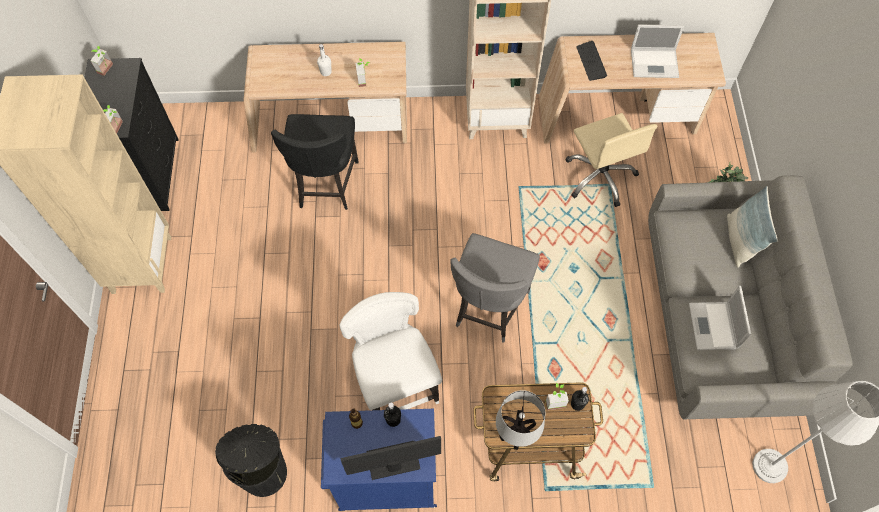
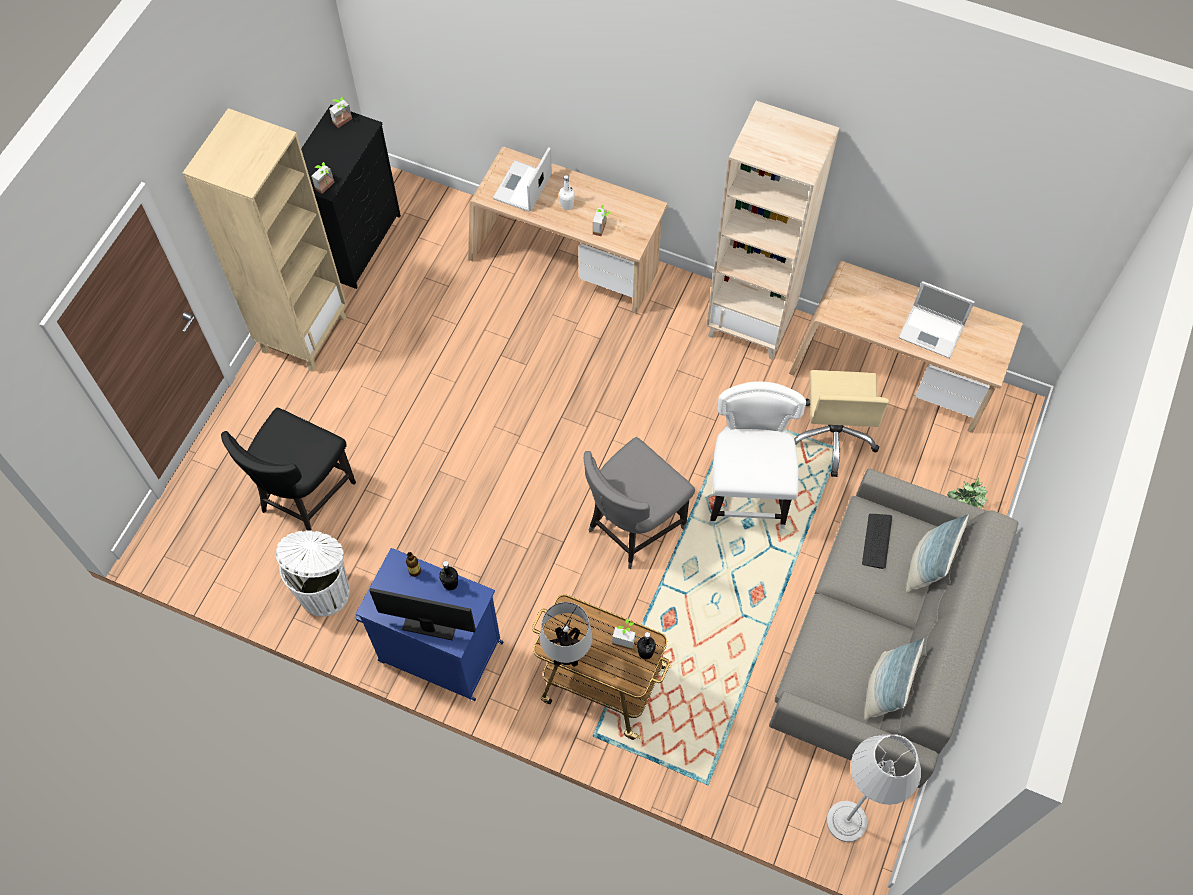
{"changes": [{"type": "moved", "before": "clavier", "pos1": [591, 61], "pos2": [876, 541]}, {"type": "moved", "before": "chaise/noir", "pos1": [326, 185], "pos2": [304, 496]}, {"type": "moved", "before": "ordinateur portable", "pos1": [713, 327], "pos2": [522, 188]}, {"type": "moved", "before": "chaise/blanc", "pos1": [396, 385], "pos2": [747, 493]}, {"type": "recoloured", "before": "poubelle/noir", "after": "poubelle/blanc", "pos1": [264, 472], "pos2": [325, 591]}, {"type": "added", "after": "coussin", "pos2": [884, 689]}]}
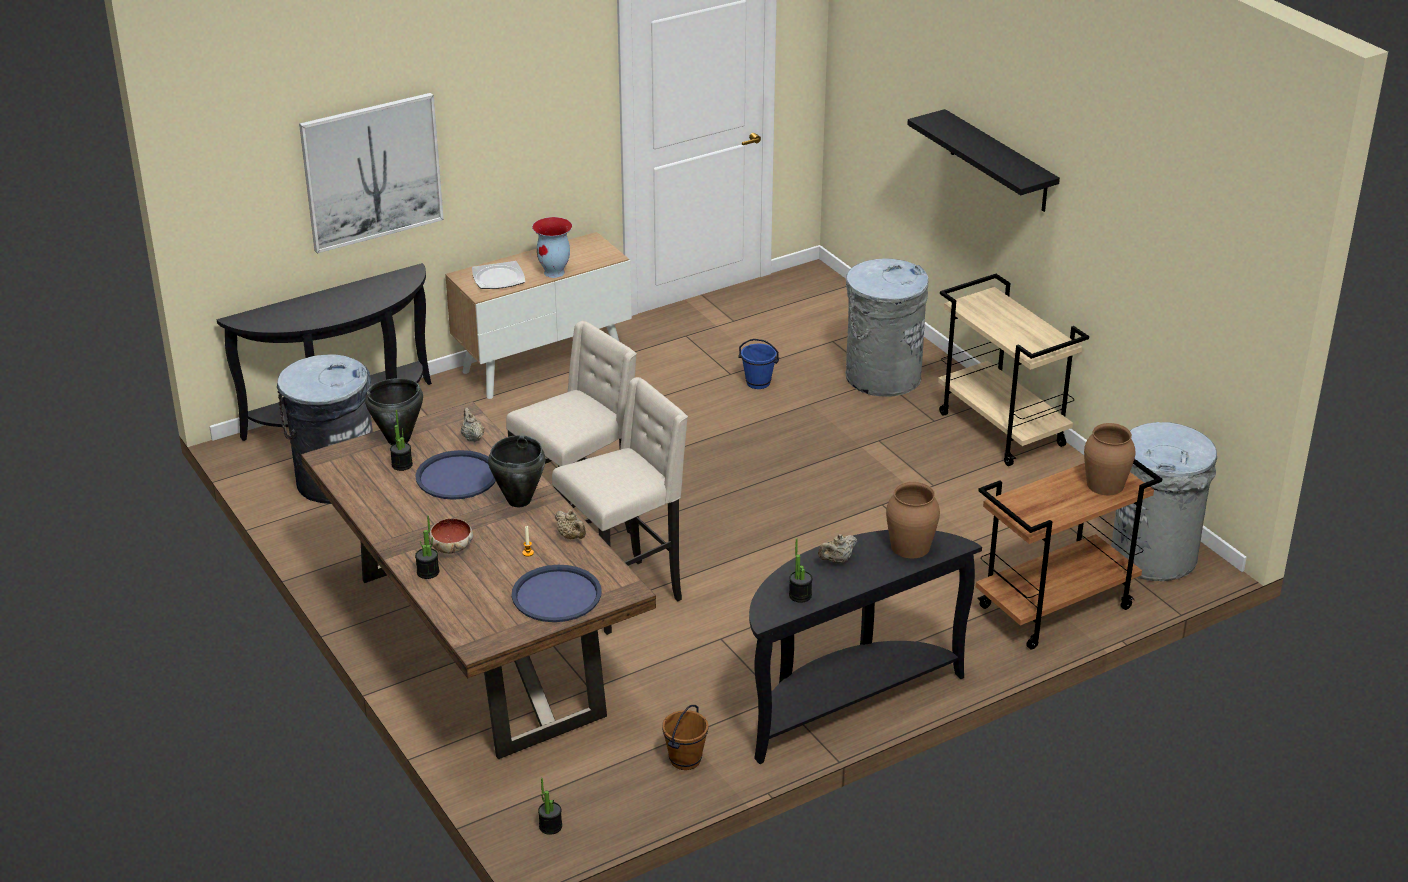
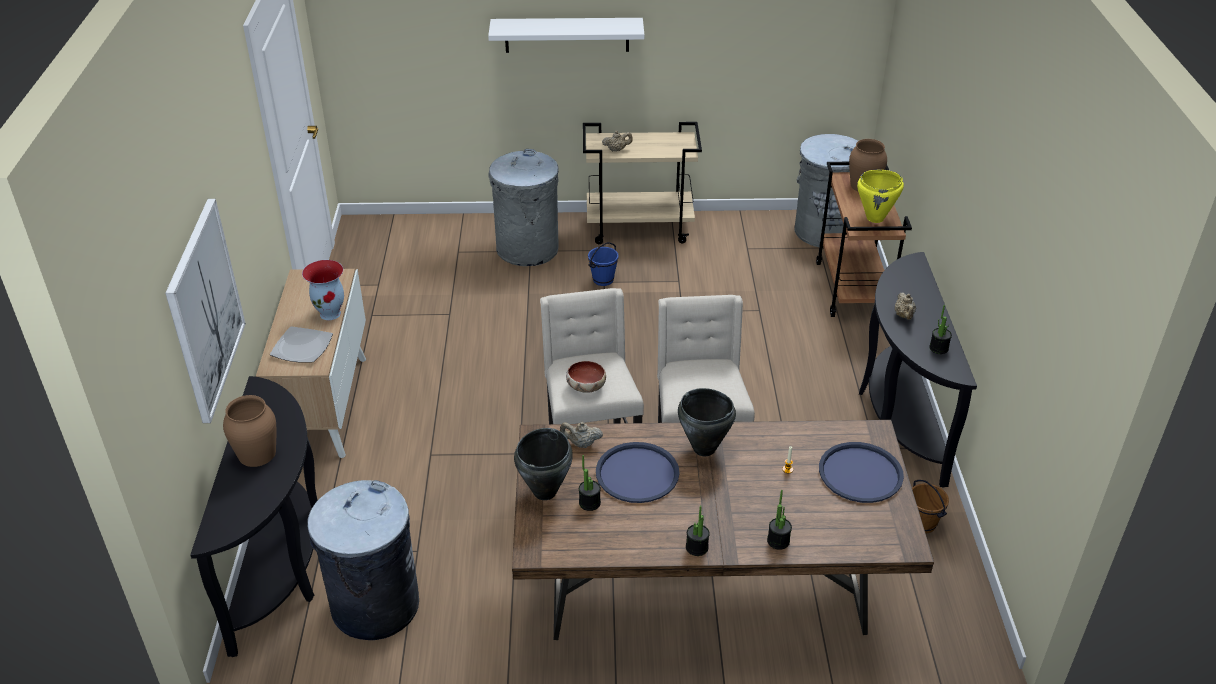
{"changes": [{"type": "recoloured", "before": "étagère/noir", "after": "étagère/blanc", "pos1": [998, 162], "pos2": [567, 35]}, {"type": "moved", "before": "seau/bleu", "pos1": [758, 382], "pos2": [603, 280]}, {"type": "moved", "before": "vase/marron", "pos1": [910, 546], "pos2": [256, 453]}, {"type": "moved", "before": "théière/beige", "pos1": [571, 537], "pos2": [617, 150]}, {"type": "moved", "before": "bol", "pos1": [451, 547], "pos2": [585, 386]}, {"type": "moved", "before": "plante en pot", "pos1": [550, 826], "pos2": [697, 547]}, {"type": "added", "after": "marmite/jaune", "pos2": [875, 218]}]}
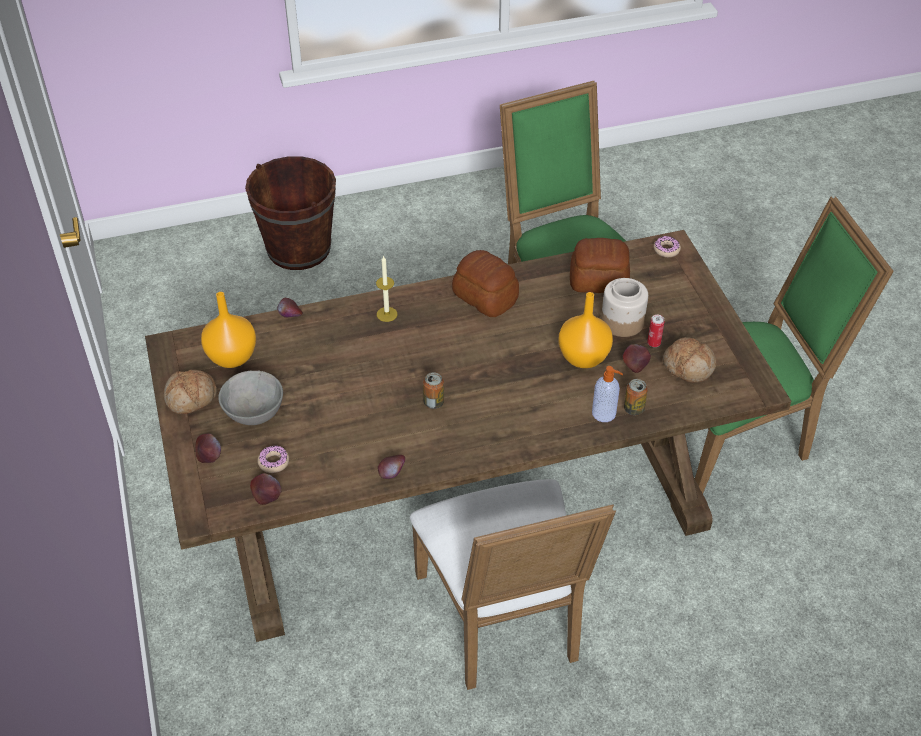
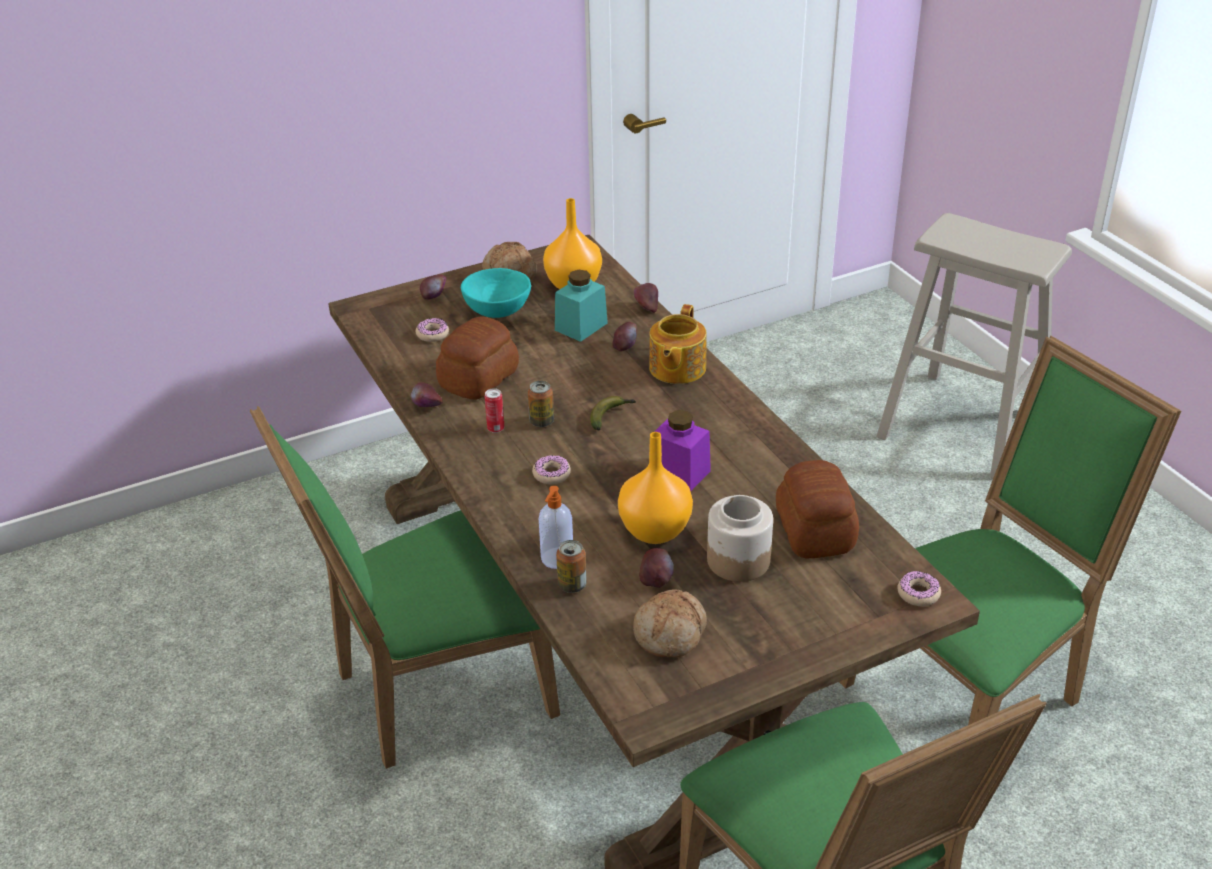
{"changes": [{"type": "replaced", "before": "seau/marron", "after": "tabouret/beige", "pos1": [299, 249], "pos2": [964, 424]}, {"type": "moved", "before": "pain", "pos1": [485, 296], "pos2": [480, 378]}, {"type": "replaced", "before": "bougie", "after": "théière", "pos1": [387, 314], "pos2": [676, 368]}, {"type": "moved", "before": "boîte métallique", "pos1": [653, 343], "pos2": [495, 428]}, {"type": "recoloured", "before": "bol/gris", "after": "bol/turquoise", "pos1": [253, 413], "pos2": [497, 311]}, {"type": "moved", "before": "pomme", "pos1": [267, 496], "pos2": [624, 348]}, {"type": "recoloured", "before": "chaise/blanc", "after": "chaise/vert", "pos1": [504, 623], "pos2": [432, 693]}, {"type": "added", "after": "bocal/turquoise", "pos2": [581, 326]}, {"type": "added", "after": "banane", "pos2": [611, 416]}, {"type": "added", "after": "bocal/violet", "pos2": [679, 473]}, {"type": "added", "after": "beignet", "pos2": [551, 474]}]}
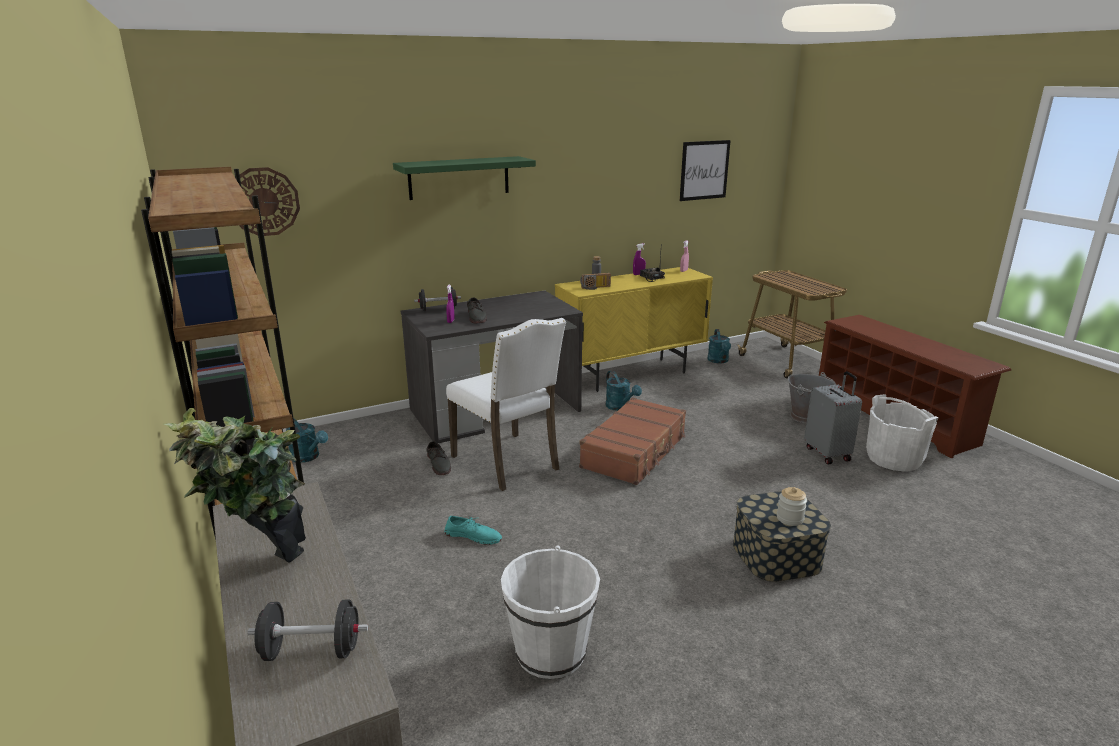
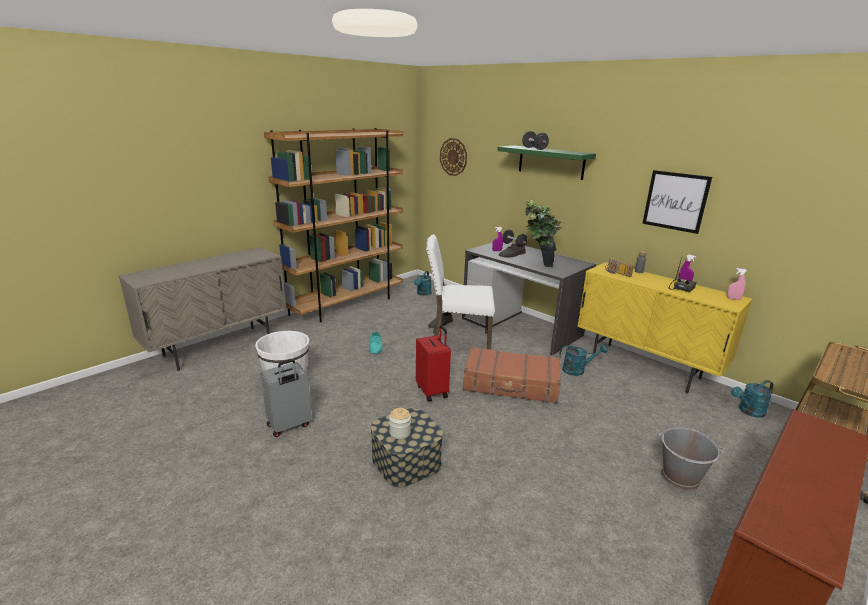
{"changes": [{"type": "moved", "before": "tableau", "pos1": [704, 170], "pos2": [675, 201]}, {"type": "turned", "before": "chaise/blanc", "pos1": [508, 462], "pos2": [458, 342], "turn": 60}, {"type": "turned", "before": "arrosoir/turquoise", "pos1": [620, 407], "pos2": [577, 370], "turn": -135}, {"type": "moved", "before": "valise/gris", "pos1": [828, 453], "pos2": [289, 426]}, {"type": "removed", "before": "seau/blanc", "pos1": [894, 458]}, {"type": "moved", "before": "plante en pot", "pos1": [266, 572], "pos2": [537, 265]}, {"type": "moved", "before": "haltère/noir", "pos1": [312, 651], "pos2": [534, 148]}, {"type": "added", "after": "valise/rouge", "pos2": [433, 391]}]}
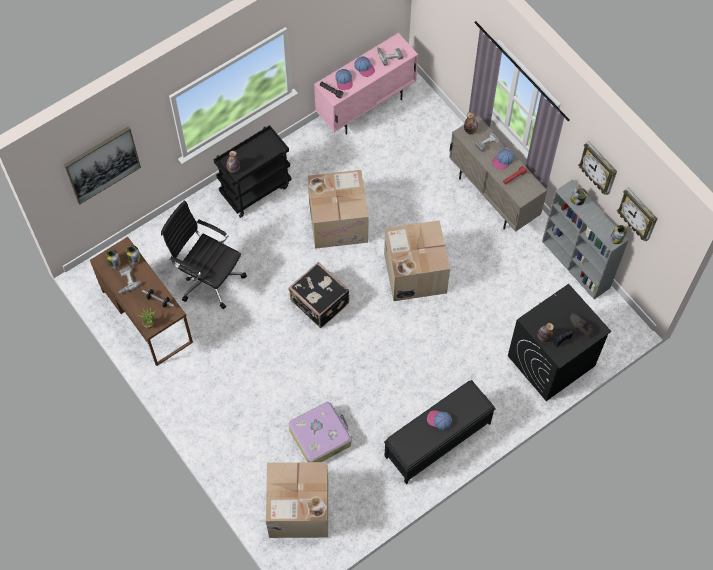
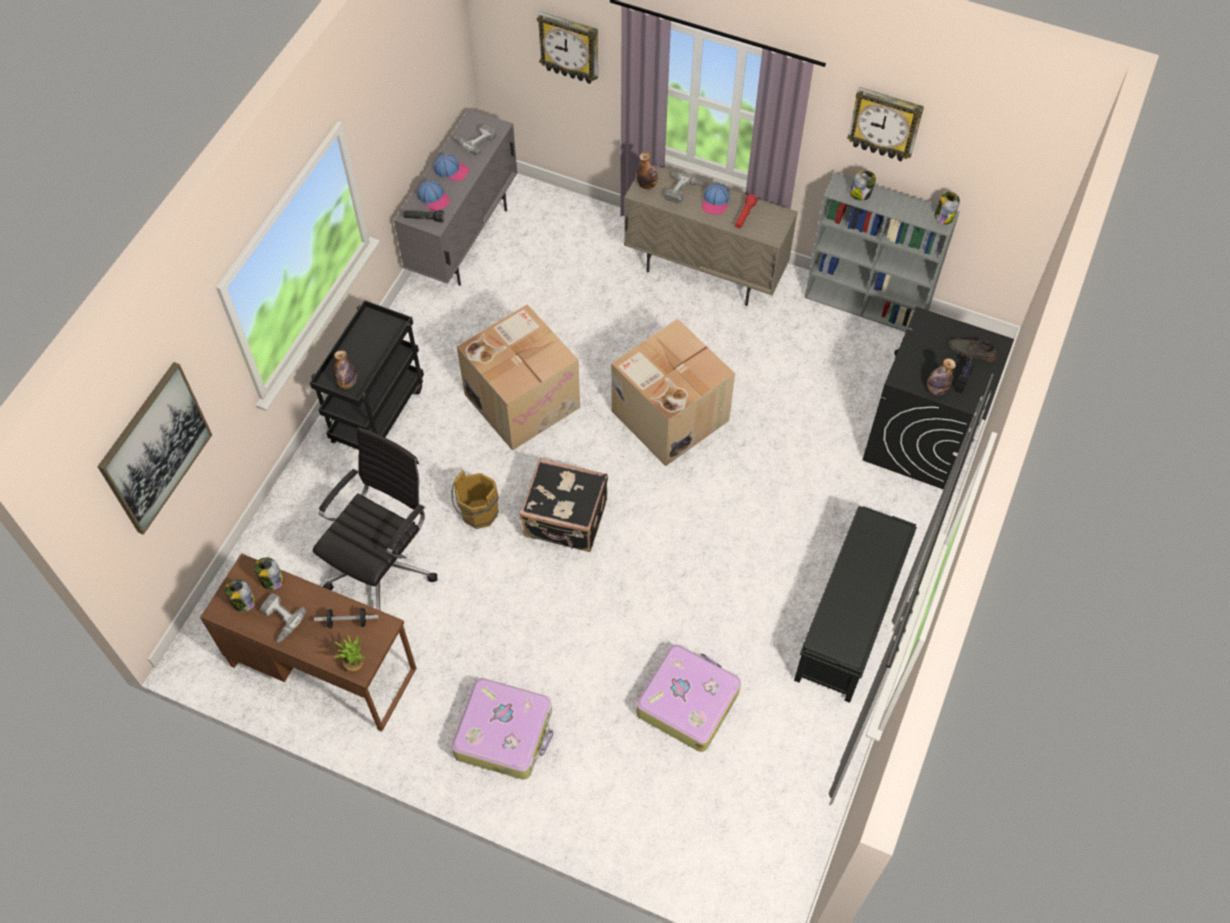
{"changes": [{"type": "recoloured", "before": "meuble de rangement/rose", "after": "meuble de rangement/gris", "pos1": [366, 107], "pos2": [464, 240]}, {"type": "moved", "before": "horloge murale", "pos1": [638, 214], "pos2": [569, 47]}, {"type": "turned", "before": "chaise de bureau/noir", "pos1": [208, 278], "pos2": [384, 565], "turn": 120}, {"type": "removed", "before": "casquette", "pos1": [439, 420]}, {"type": "removed", "before": "carton", "pos1": [298, 510]}, {"type": "added", "after": "seau/marron", "pos2": [478, 515]}, {"type": "added", "after": "valise", "pos2": [505, 733]}]}
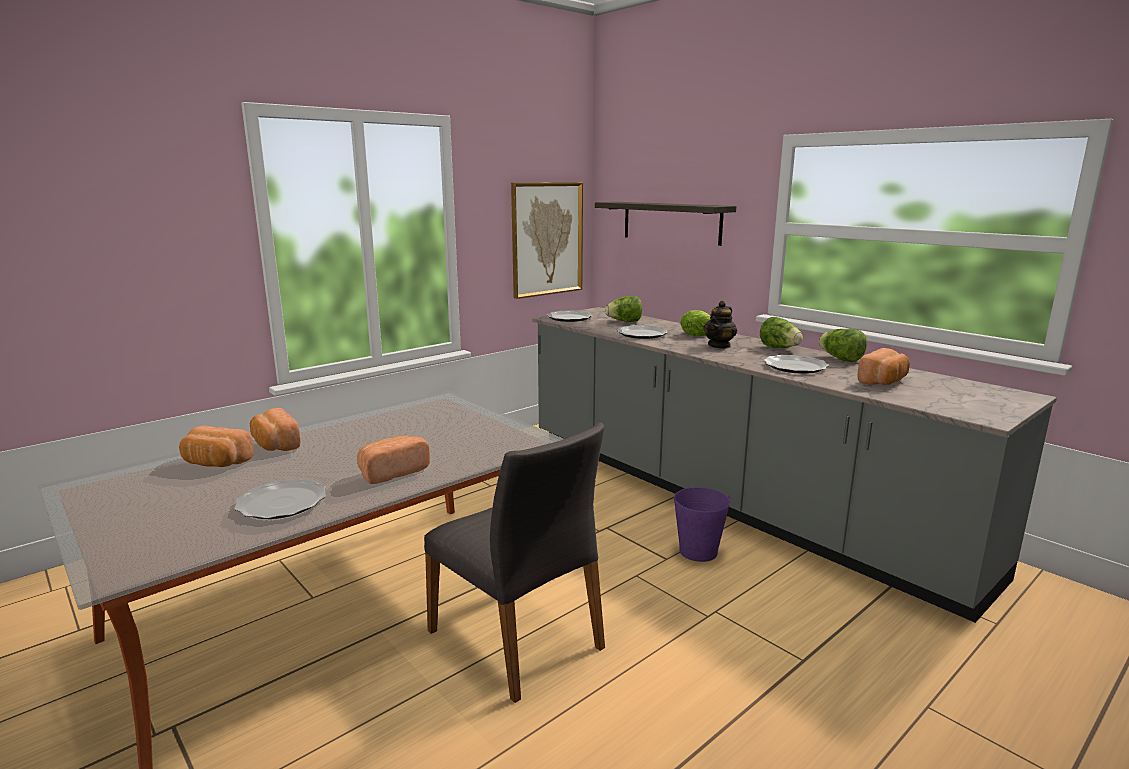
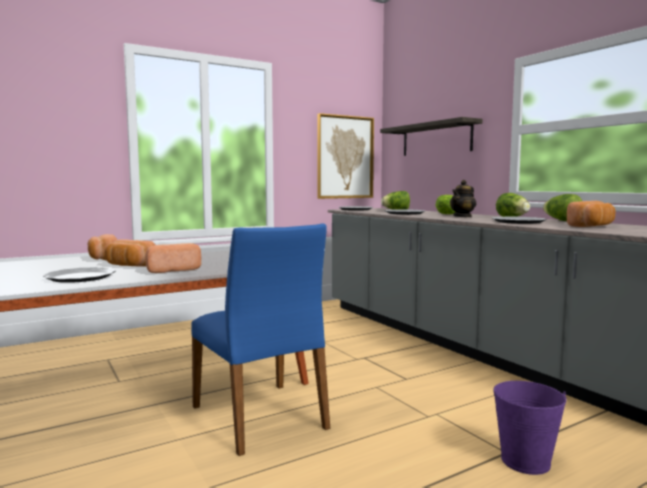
{"changes": [{"type": "recoloured", "before": "chaise/gris", "after": "chaise/bleu", "pos1": [518, 639], "pos2": [261, 417]}, {"type": "moved", "before": "pain", "pos1": [216, 463], "pos2": [129, 266]}, {"type": "moved", "before": "seau/violet", "pos1": [698, 551], "pos2": [525, 461]}]}
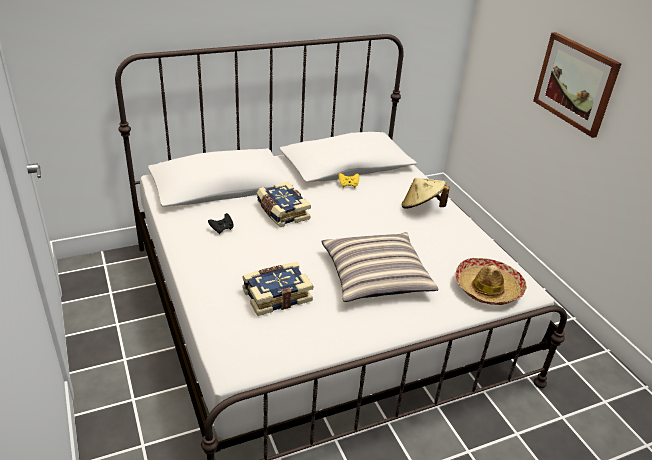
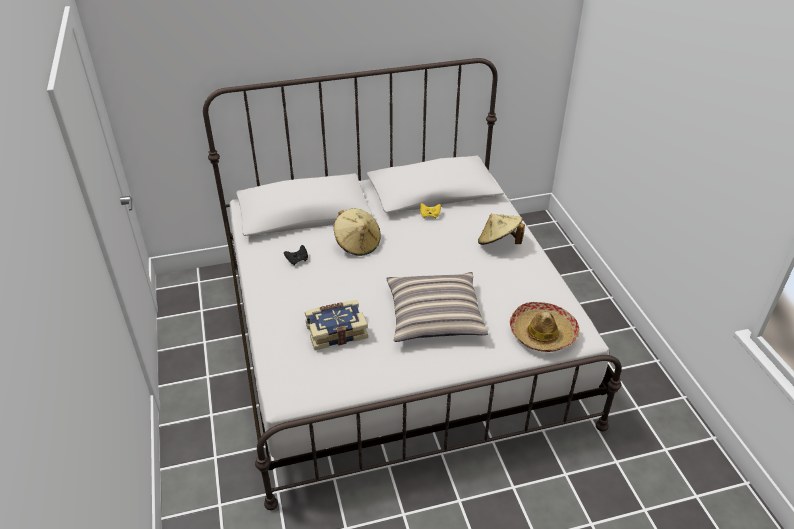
{"changes": [{"type": "removed", "before": "tableau", "pos1": [575, 83]}, {"type": "replaced", "before": "livre", "after": "chapeau/beige", "pos1": [282, 212], "pos2": [357, 244]}]}
